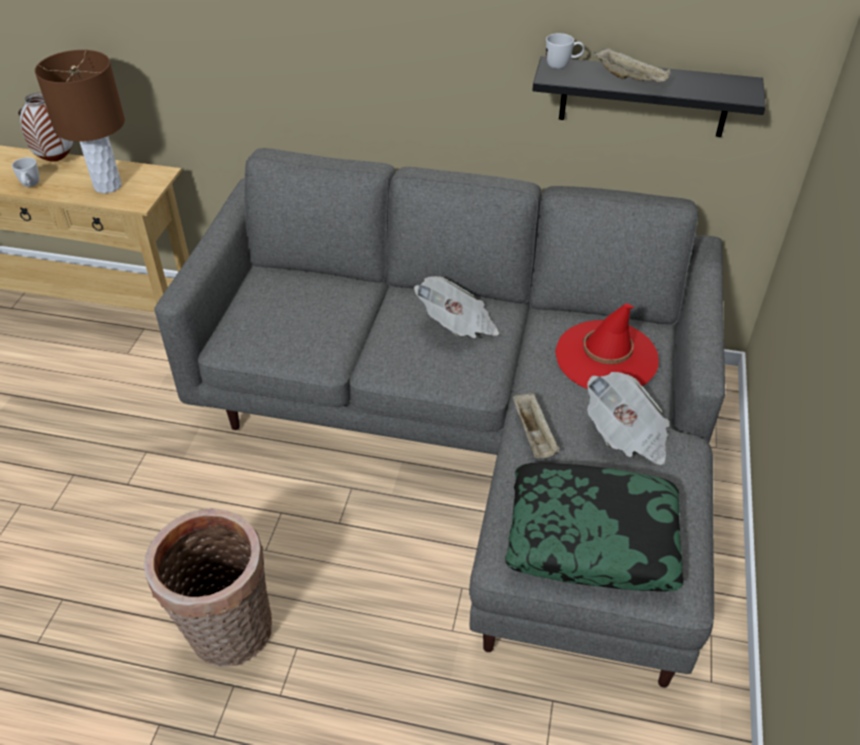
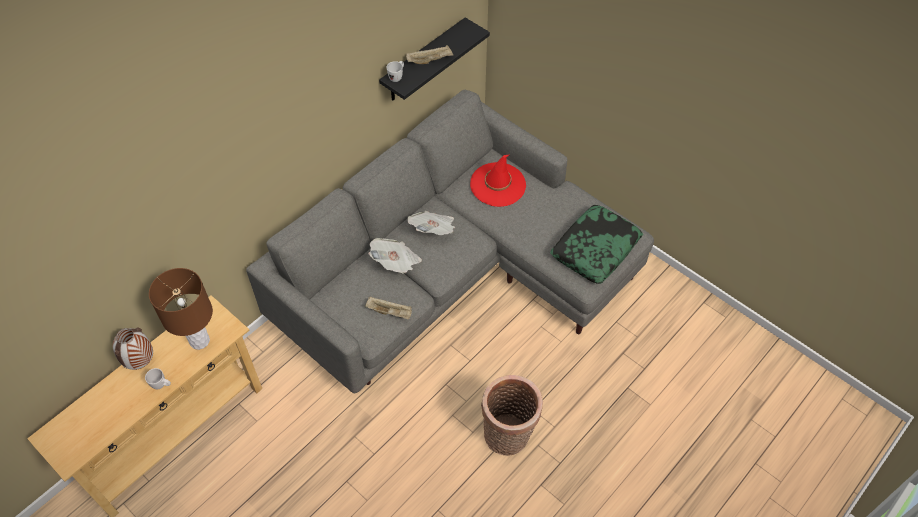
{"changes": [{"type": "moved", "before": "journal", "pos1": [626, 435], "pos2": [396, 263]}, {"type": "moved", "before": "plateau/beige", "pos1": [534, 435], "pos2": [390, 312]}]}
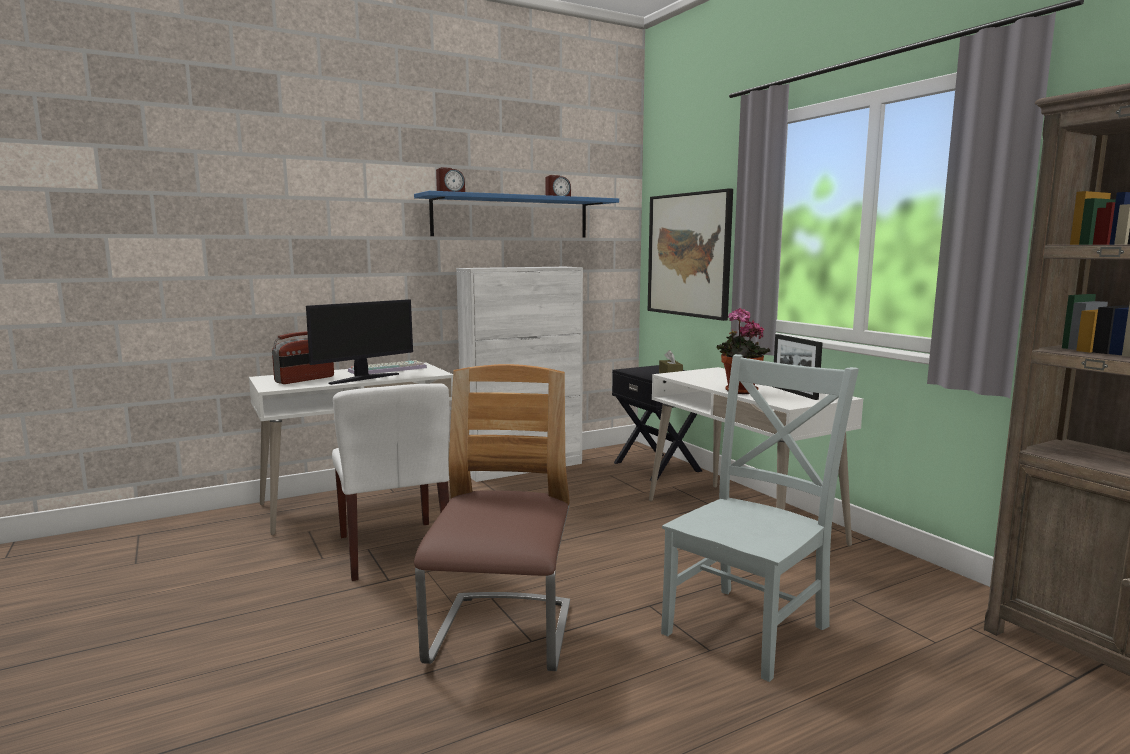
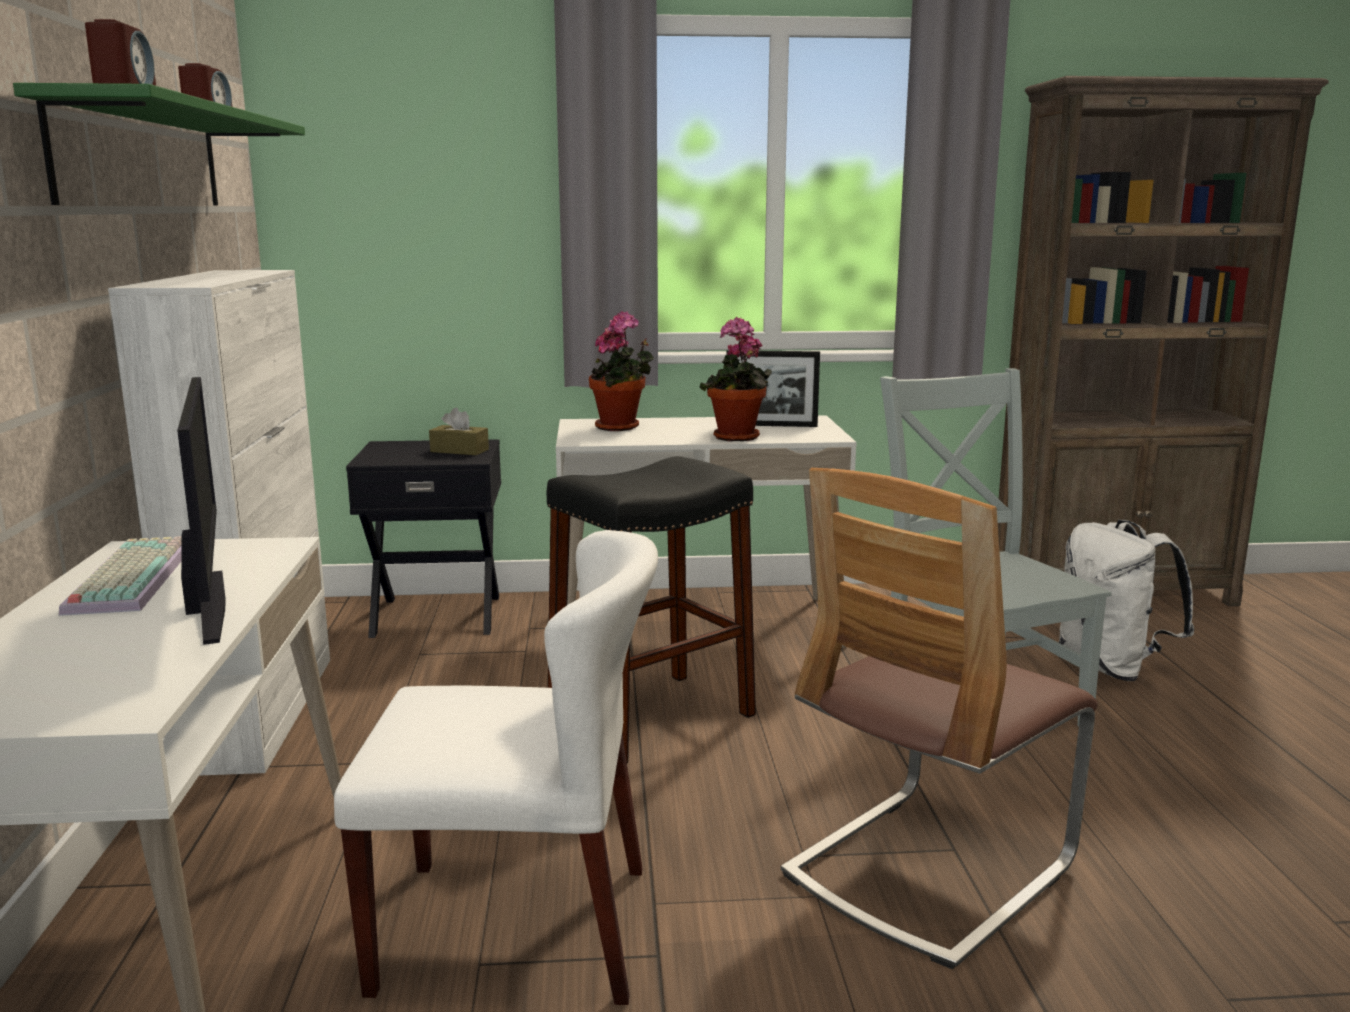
{"changes": [{"type": "removed", "before": "tableau", "pos1": [689, 255]}, {"type": "recoloured", "before": "étagère/bleu", "after": "étagère/vert", "pos1": [511, 217], "pos2": [142, 157]}, {"type": "removed", "before": "radio", "pos1": [305, 379]}, {"type": "turned", "before": "chaise", "pos1": [501, 635], "pos2": [929, 870], "turn": -75}, {"type": "added", "after": "plante en pot", "pos2": [621, 427]}, {"type": "added", "after": "tabouret/noir", "pos2": [651, 717]}, {"type": "added", "after": "sac à dos/blanc", "pos2": [1111, 667]}]}
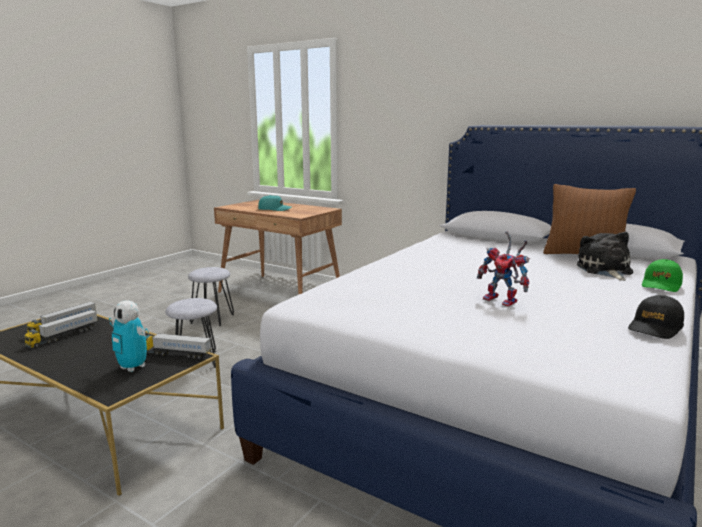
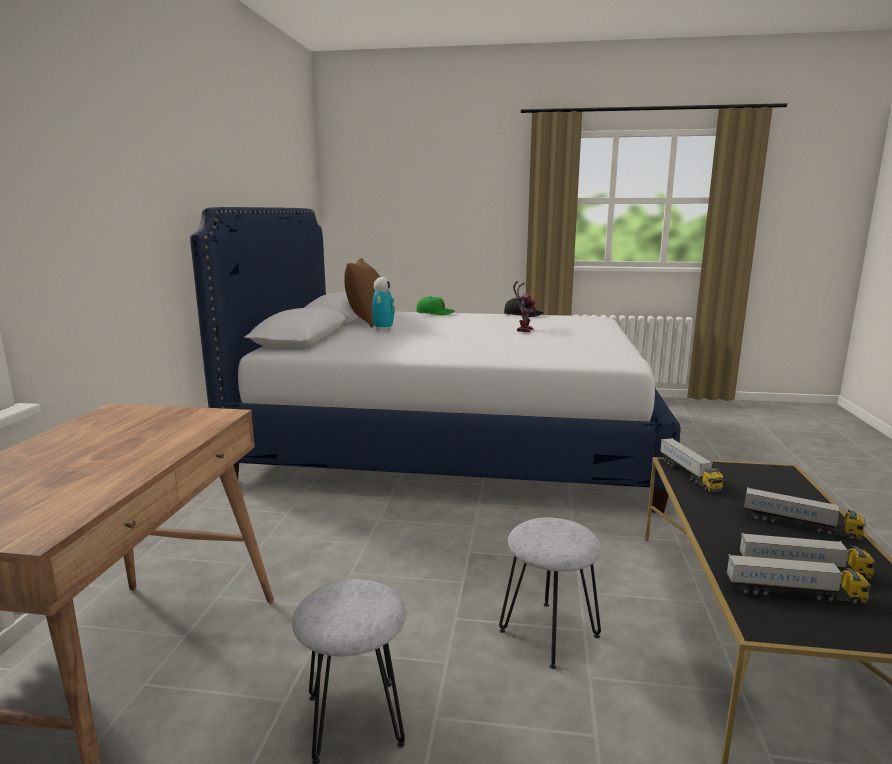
{"changes": [{"type": "removed", "before": "casquette/turquoise", "pos1": [274, 209]}, {"type": "removed", "before": "peluche", "pos1": [605, 270]}, {"type": "moved", "before": "robot jouet", "pos1": [133, 367], "pos2": [383, 329]}, {"type": "added", "after": "camion jouet", "pos2": [800, 525]}]}
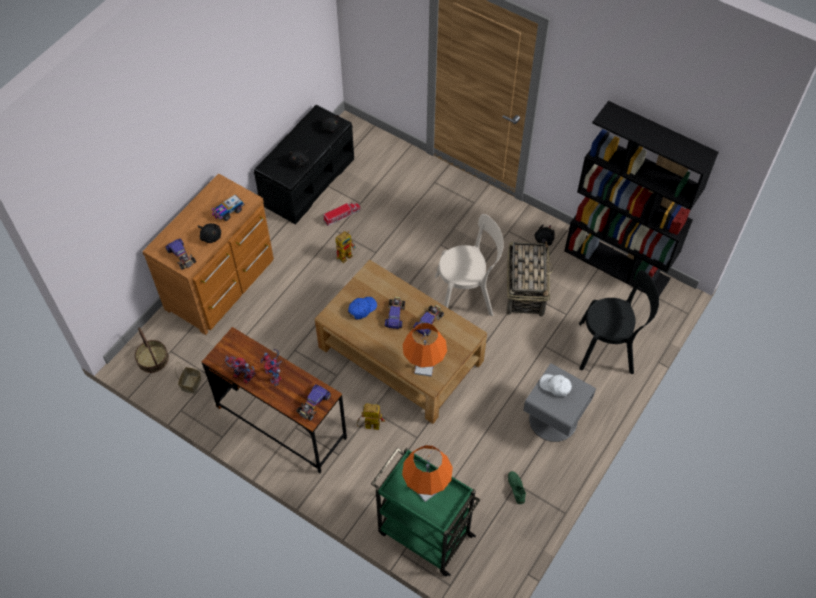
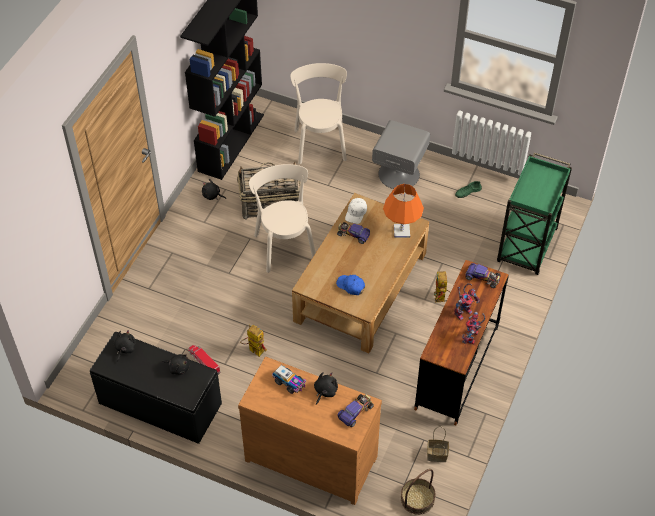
{"changes": [{"type": "recoloured", "before": "chaise/noir", "after": "chaise/beige", "pos1": [609, 348], "pos2": [320, 142]}, {"type": "removed", "before": "petite voiture", "pos1": [395, 315]}, {"type": "moved", "before": "casquette/blanc", "pos1": [555, 386], "pos2": [356, 213]}, {"type": "removed", "before": "lampe de table/orange", "pos1": [426, 489]}]}
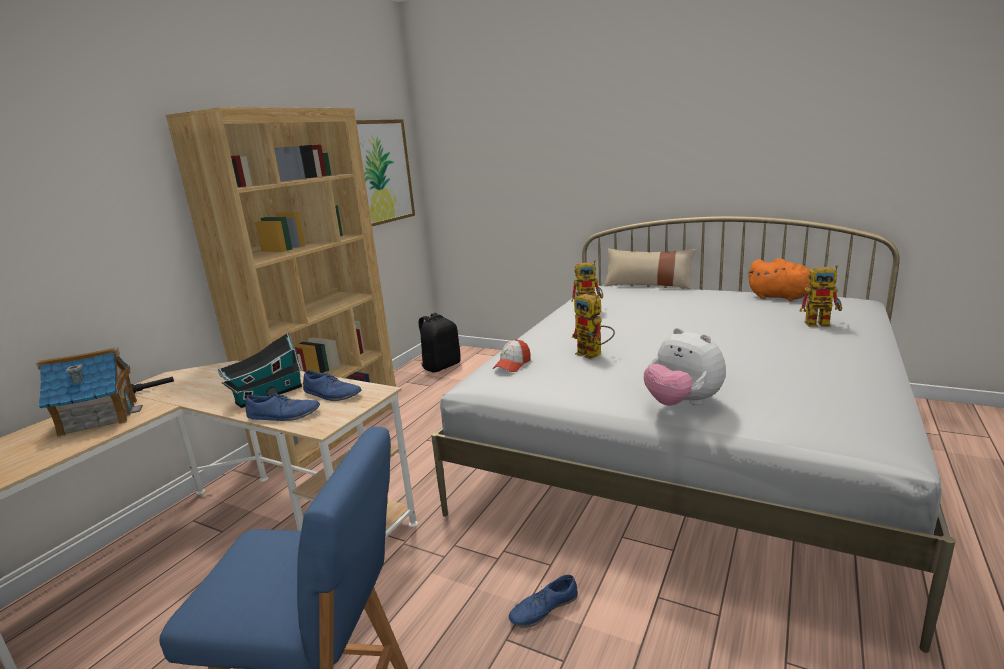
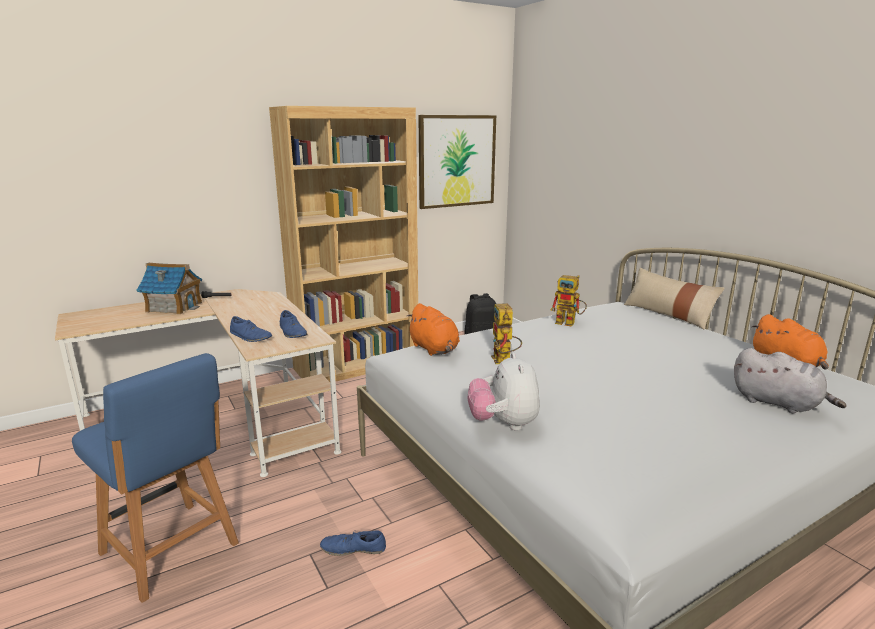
{"changes": [{"type": "replaced", "before": "robot jouet", "after": "peluche/gris", "pos1": [822, 323], "pos2": [778, 403]}, {"type": "removed", "before": "maison miniature", "pos1": [267, 395]}, {"type": "replaced", "before": "casquette", "after": "peluche/orange", "pos1": [512, 365], "pos2": [434, 349]}]}
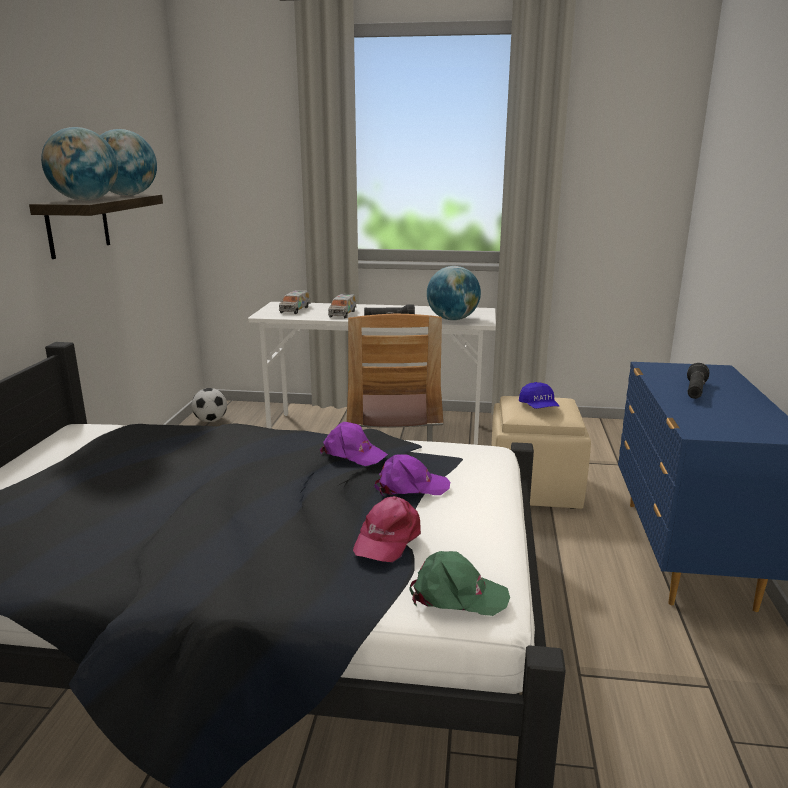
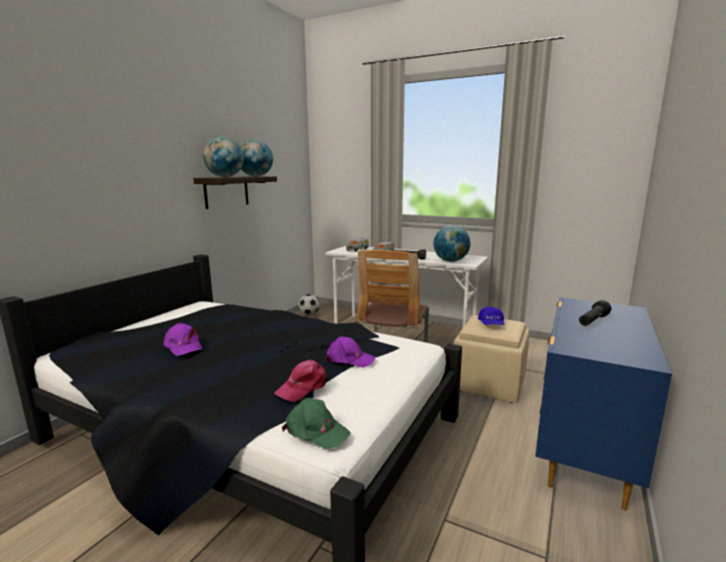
{"changes": [{"type": "moved", "before": "casquette/violet", "pos1": [353, 454], "pos2": [183, 346]}]}
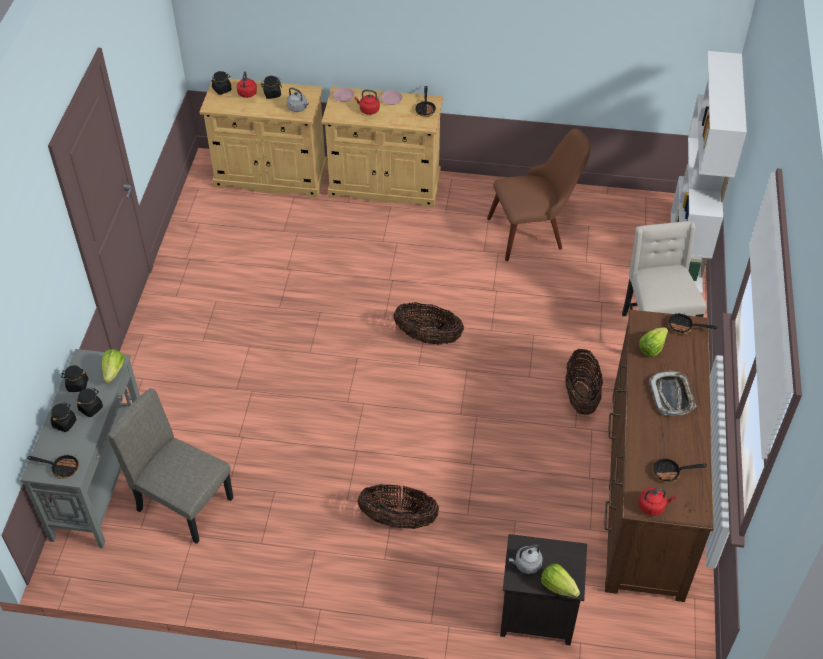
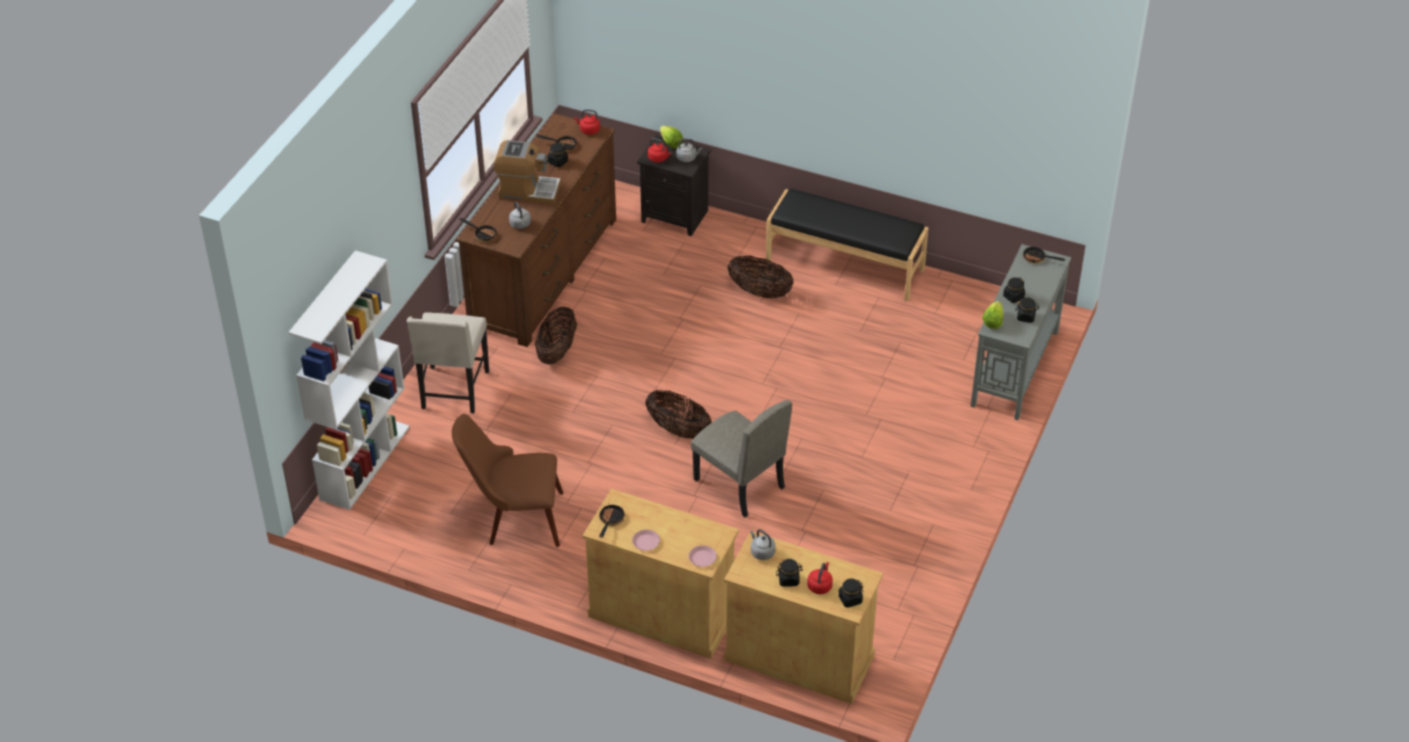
{"changes": [{"type": "moved", "before": "bouilloire/rouge", "pos1": [368, 110], "pos2": [659, 158]}, {"type": "replaced", "before": "laitue", "after": "bouilloire/gris", "pos1": [652, 348], "pos2": [520, 225]}, {"type": "replaced", "before": "plateau", "after": "machine à café", "pos1": [672, 396], "pos2": [528, 190]}, {"type": "moved", "before": "chaise/beige", "pos1": [185, 504], "pos2": [738, 484]}, {"type": "moved", "before": "bocal/noir", "pos1": [64, 423], "pos2": [558, 162]}, {"type": "added", "after": "banc/noir", "pos2": [845, 265]}]}
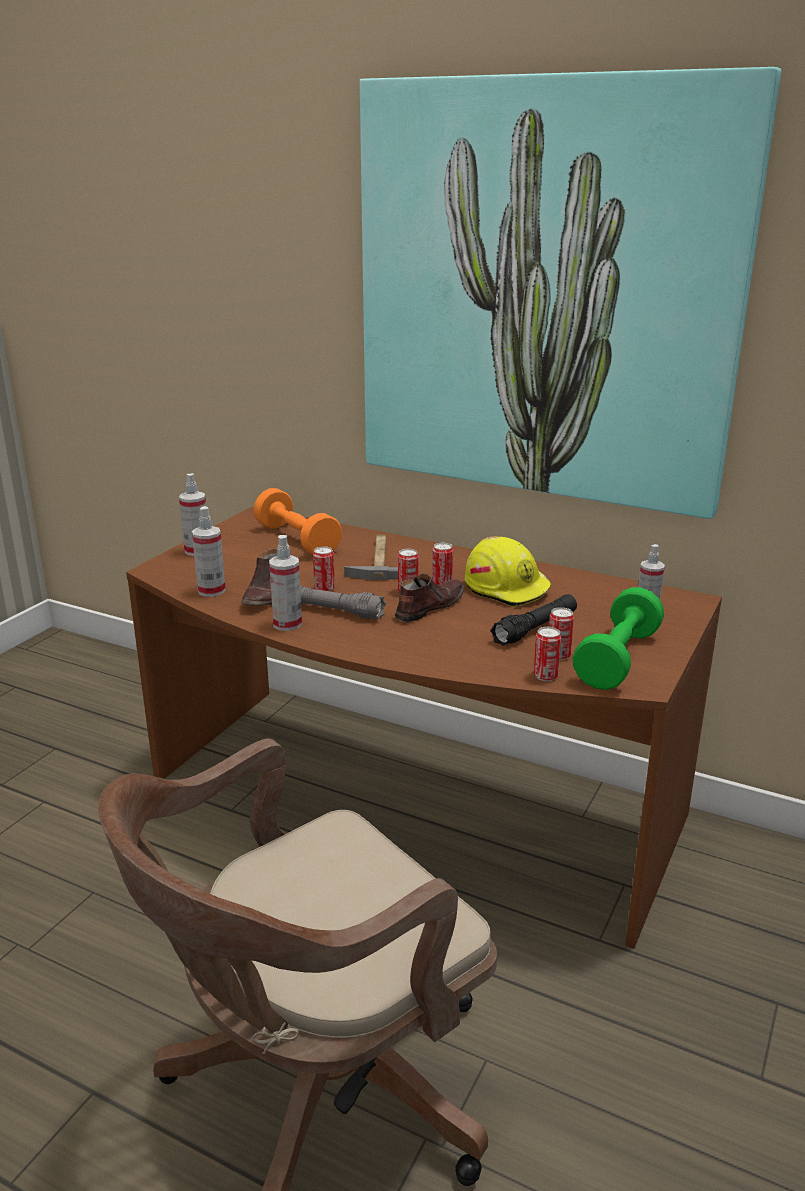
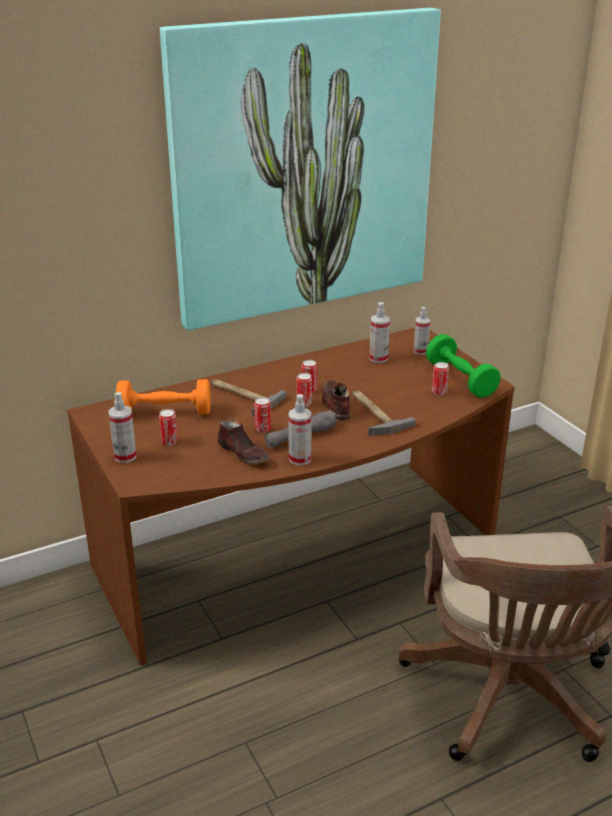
{"changes": [{"type": "moved", "before": "vaporisateur", "pos1": [211, 591], "pos2": [378, 358]}, {"type": "removed", "before": "casque de chantier/jaune", "pos1": [507, 588]}, {"type": "removed", "before": "lampe de poche/noir", "pos1": [535, 629]}, {"type": "moved", "before": "boîte métallique", "pos1": [545, 676], "pos2": [169, 441]}, {"type": "added", "after": "marteau", "pos2": [373, 413]}]}
